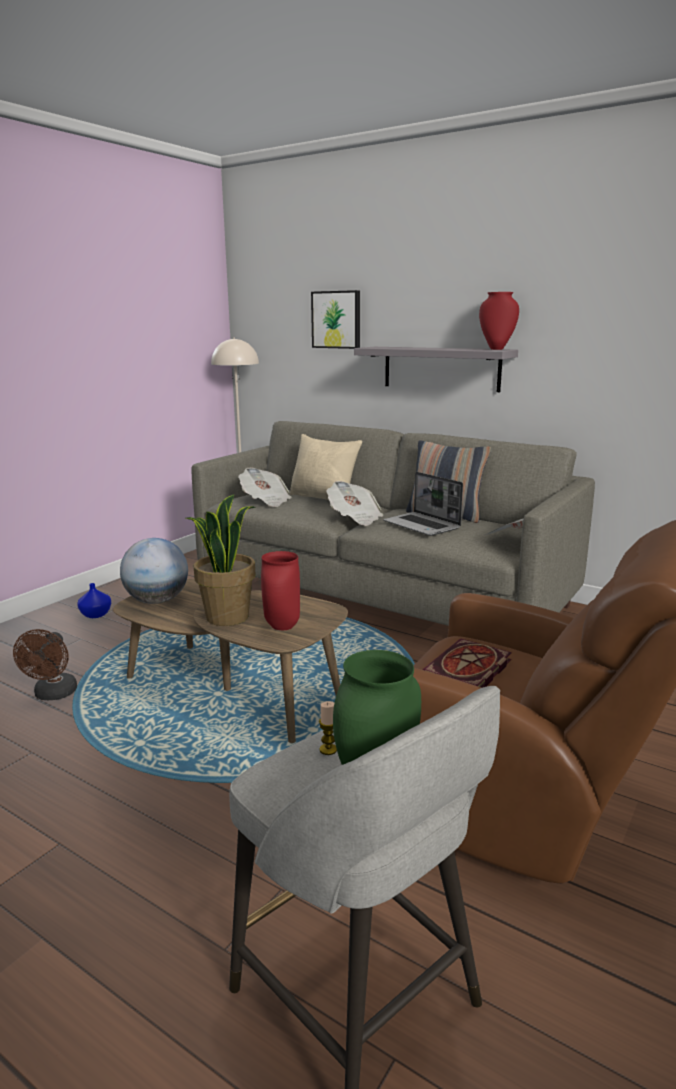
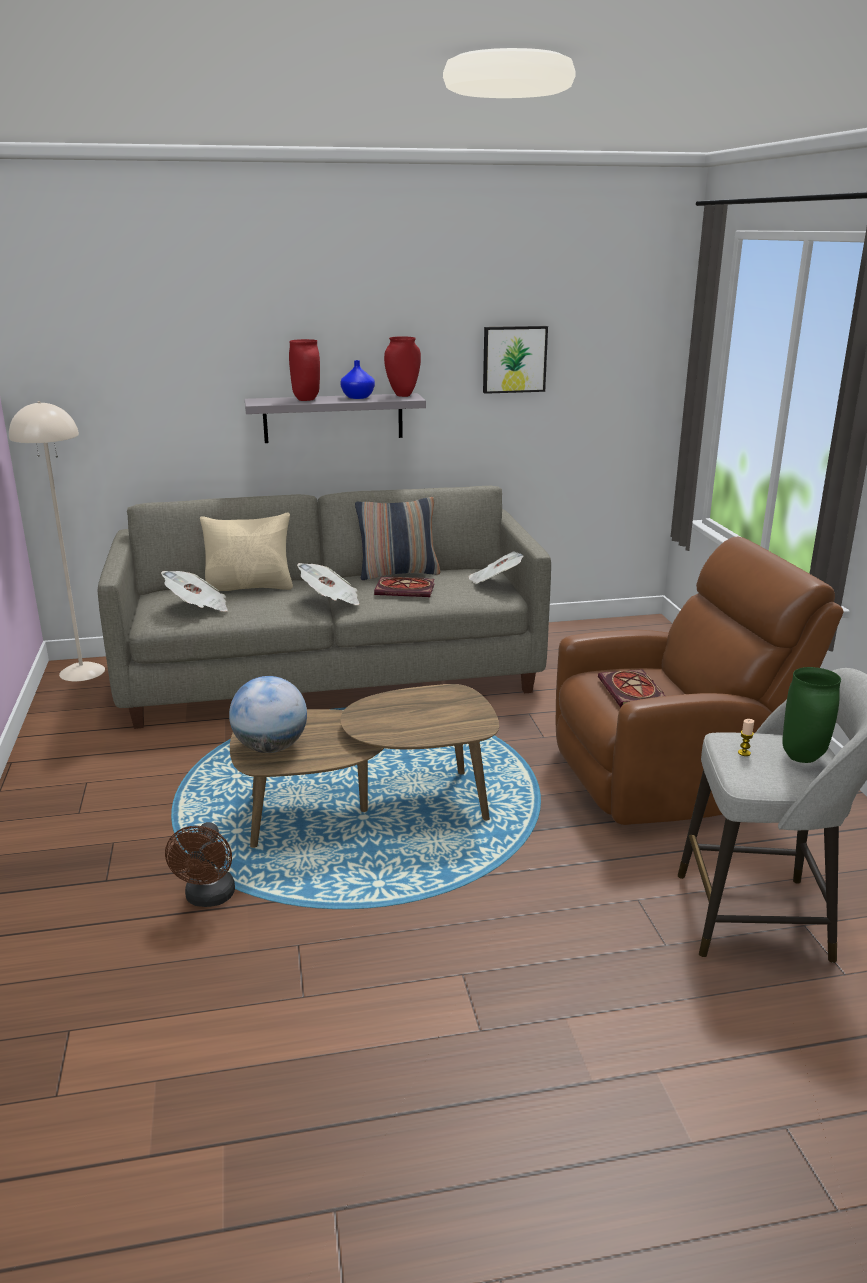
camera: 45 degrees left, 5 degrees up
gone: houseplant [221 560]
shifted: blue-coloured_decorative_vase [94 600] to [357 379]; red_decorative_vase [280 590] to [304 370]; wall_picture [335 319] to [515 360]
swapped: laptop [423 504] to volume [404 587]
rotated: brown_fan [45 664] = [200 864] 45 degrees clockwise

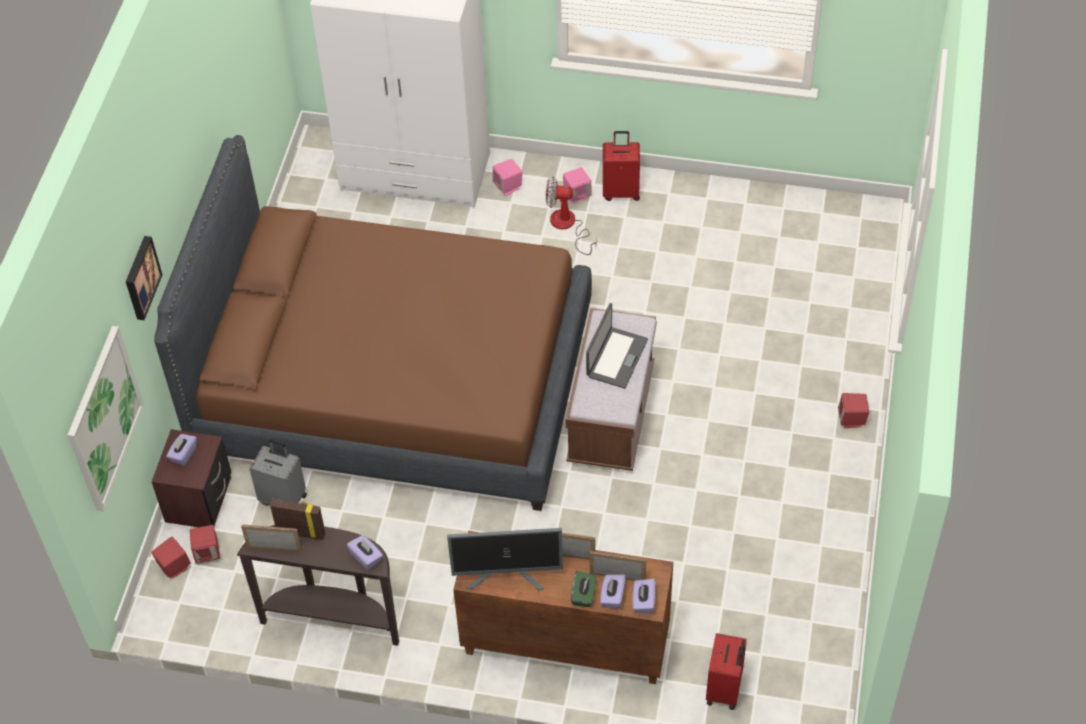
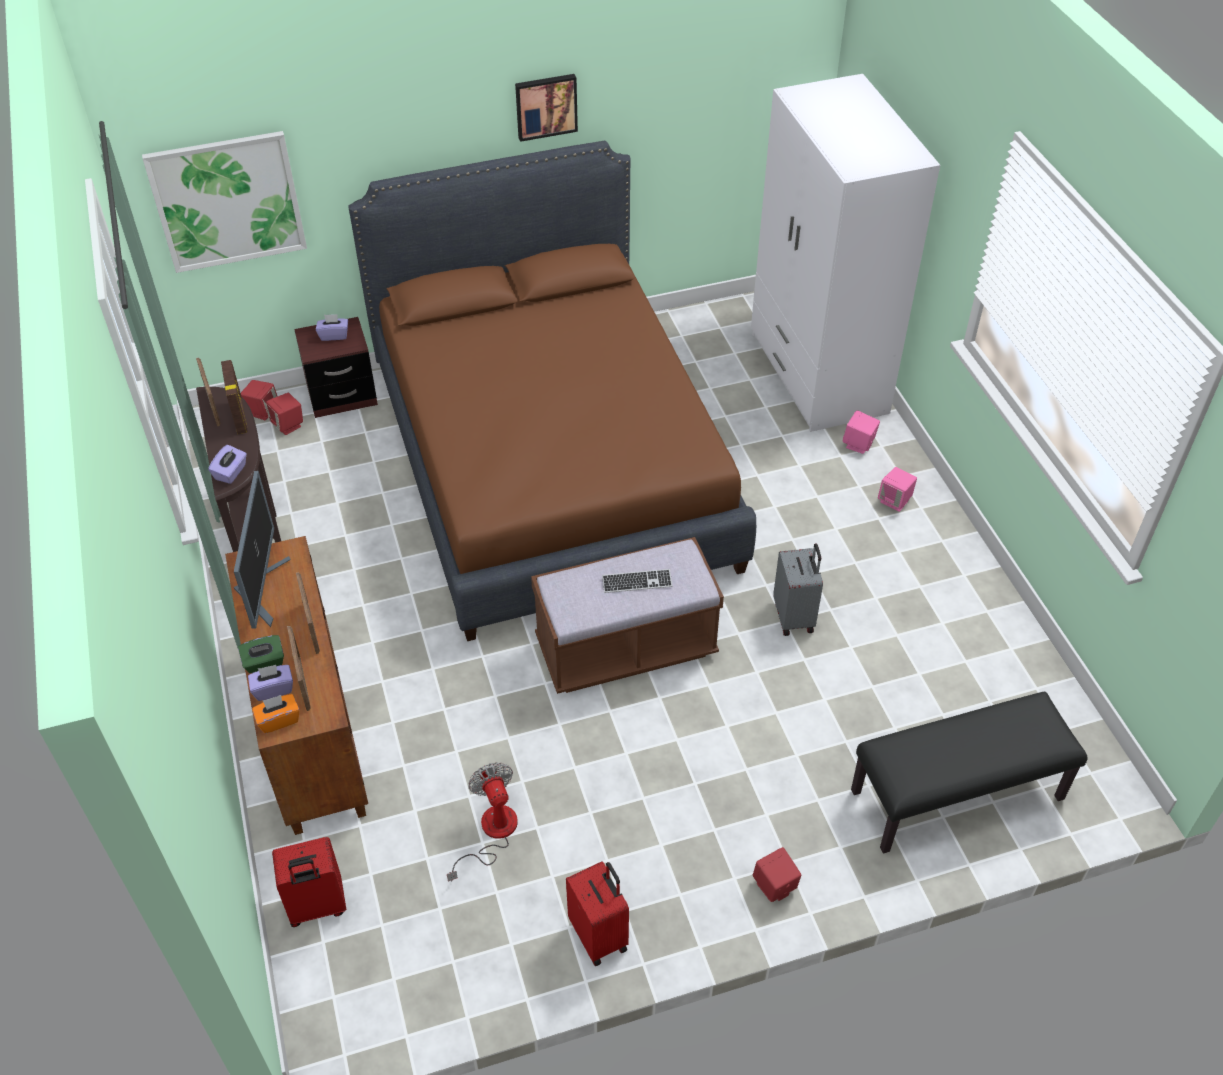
camera: 60 degrees right, 5 degrees down
new: black-coloured_bench [969 772]
shifted: wall_picture [144 278] to [546 108]; greyish_piece_of_luggage [278 472] to [798 589]; fan [571 216] to [482 822]; red_piece_of_luggage [621 166] to [597 913]
swapped: laptop [617 346] to keyboard [637 581]
repainted: purple-coloured_tissue_holder [644 596] to orange_tissue_holder [276 713]
rotated: monitor [505 559] = [262 550] 150 degrees counterclockwise

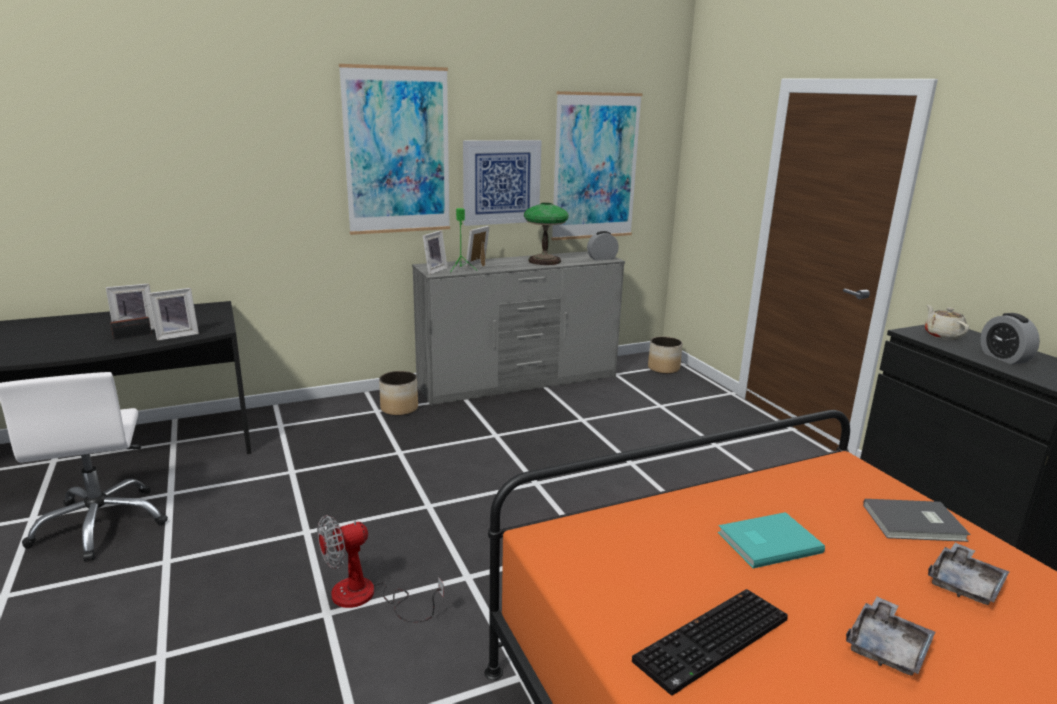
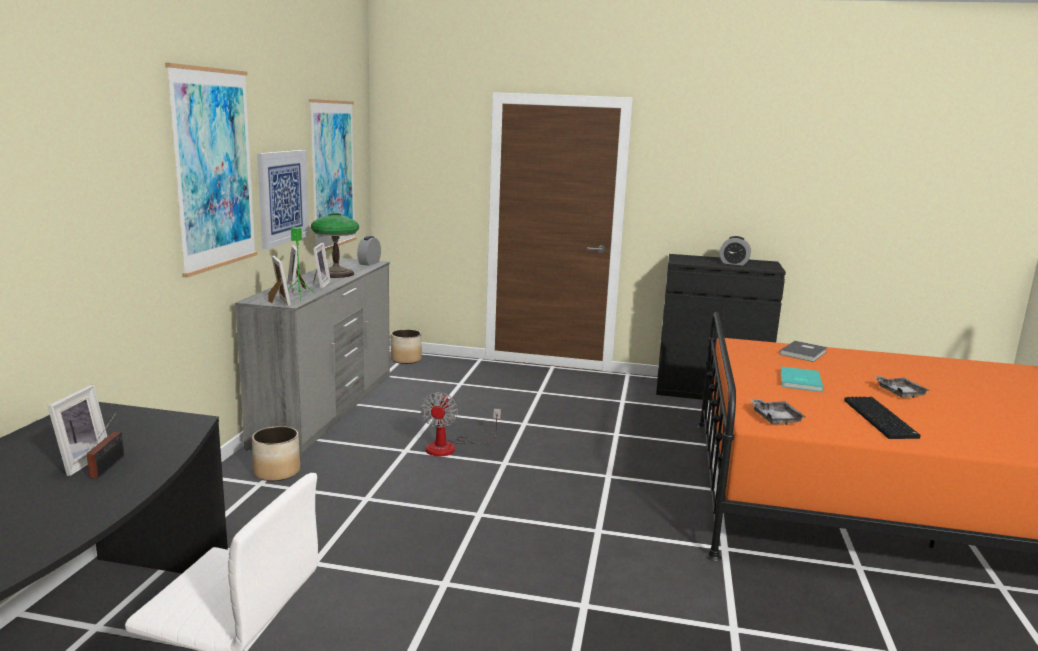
camera: 55 degrees left, 5 degrees down
gone: beige-coloured_pot_for_tea [947 322]
shifted: picture_frame [173 314] to [322 266]; fan [380 568] to [460 424]; greyish_tray [968 573] to [777 412]

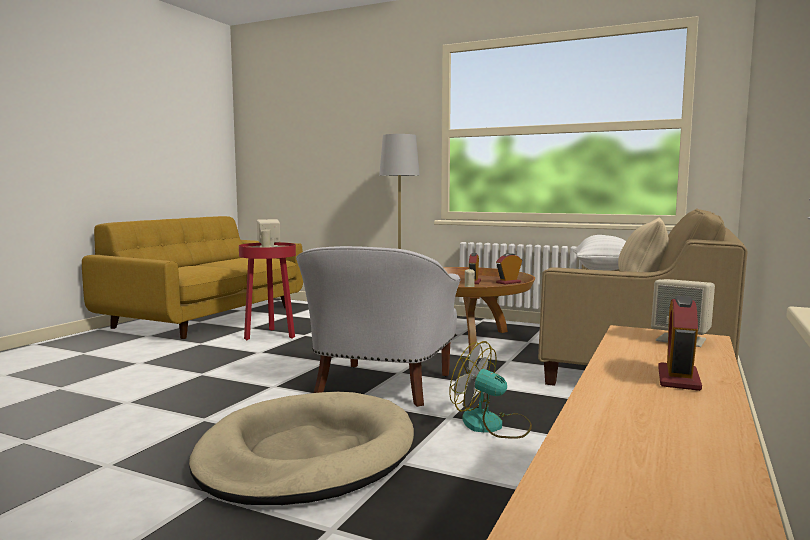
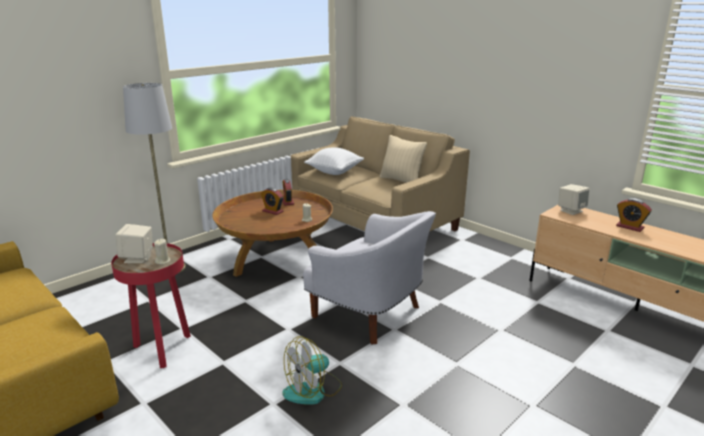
camera: 70 degrees left, 15 degrees up
gone: beige-coloured_dog_cushion [301 448]
shifted: fan [490 390] to [312 370]

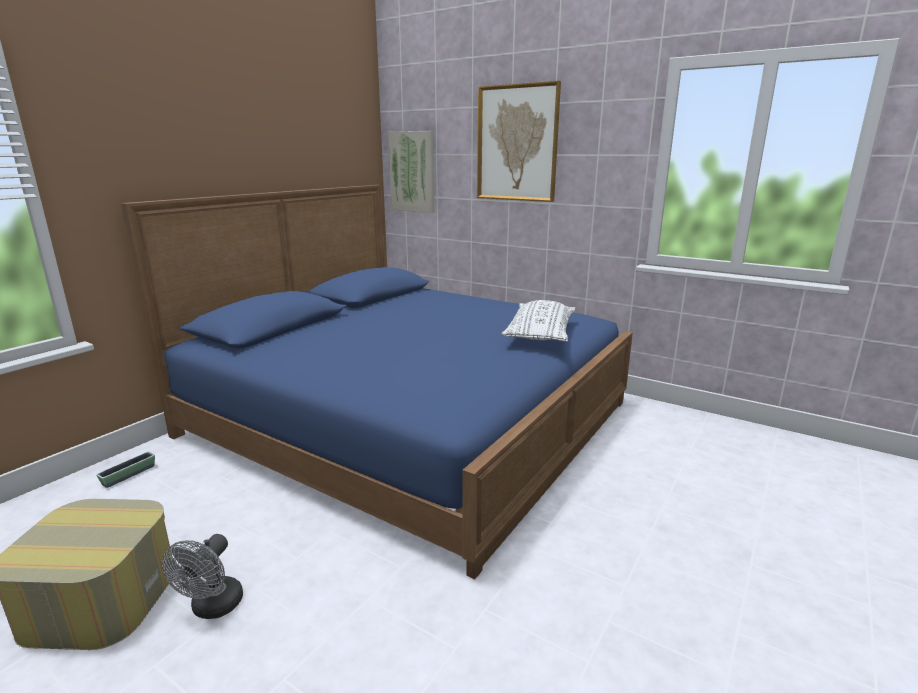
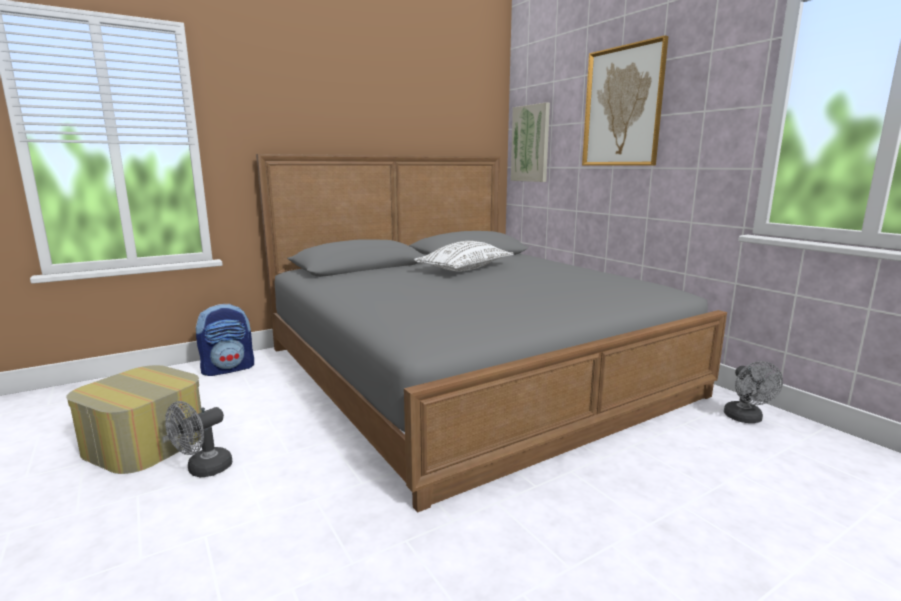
camera: 25 degrees right, 5 degrees down
new: greyish_fan [753 392]
shifted: whitish_throw_pillow [538 321] to [464 256]
swapped: plant_pot [125 470] to backpack [224 340]
repainted: blue-coloured_bedroom_bed [377 382] to greyish_bedroom_bed [491 333]

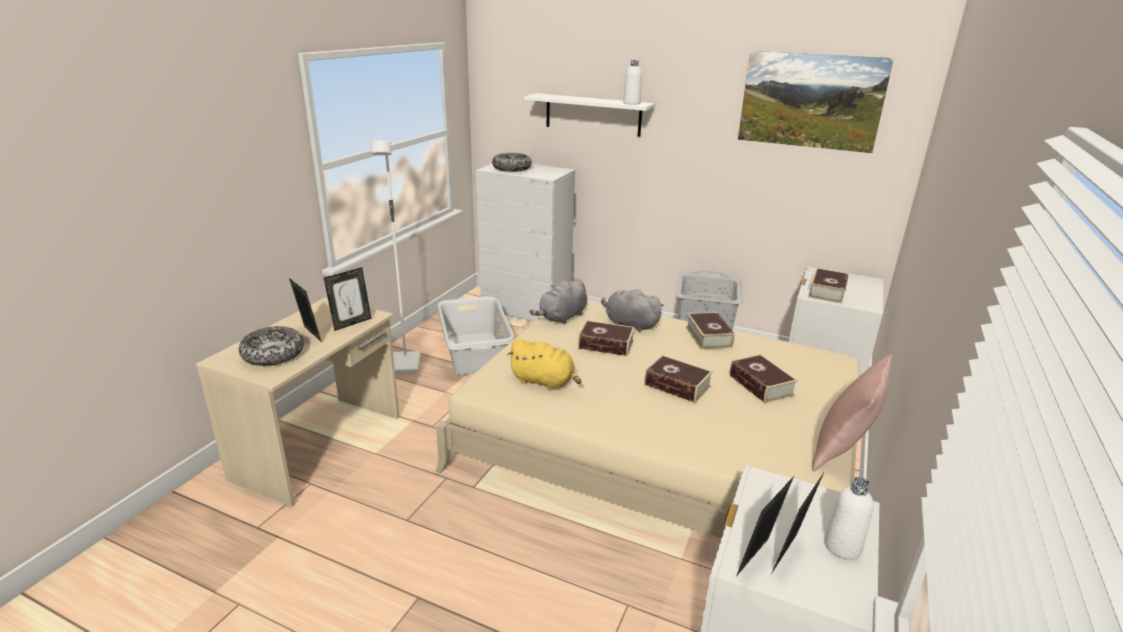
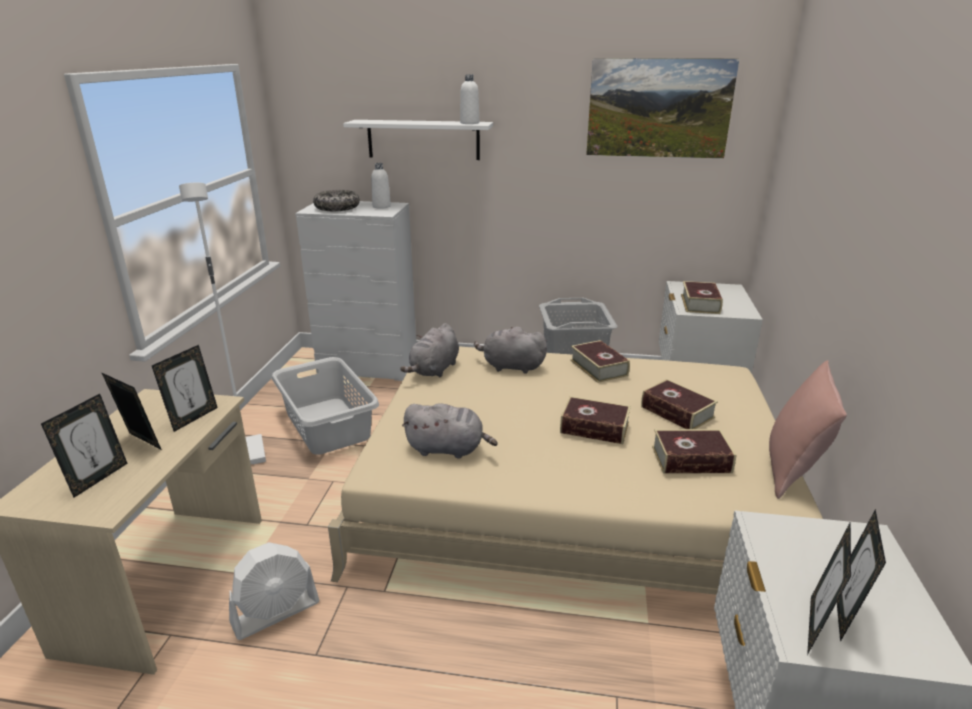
camera: 15 degrees left, 0 degrees up
new: whitish_fan [274 591]
shifted: volume [606 338] to [694 451]; whitish_drink_bottle [849 518] to [381 186]
swapped: deep_dish [271 346] to picture_frame [84 446]
repainted: yellow_plush_toy [544 364] to greyish_plush_toy [450 431]

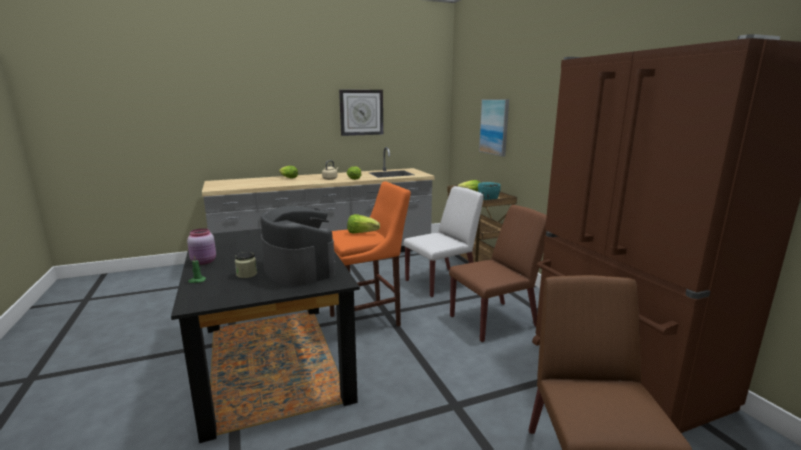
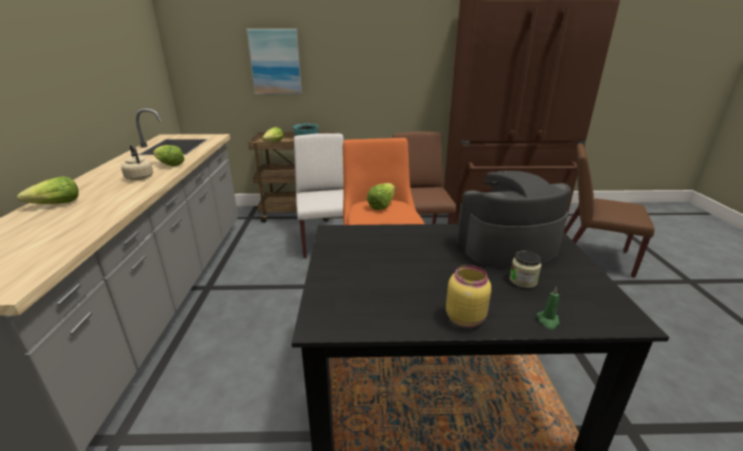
camera: 70 degrees left, 10 degrees up
gone: clock_on_the_wall [361 113]
repainted: pinkish_jar [201 246] to yellow_jar [468 296]

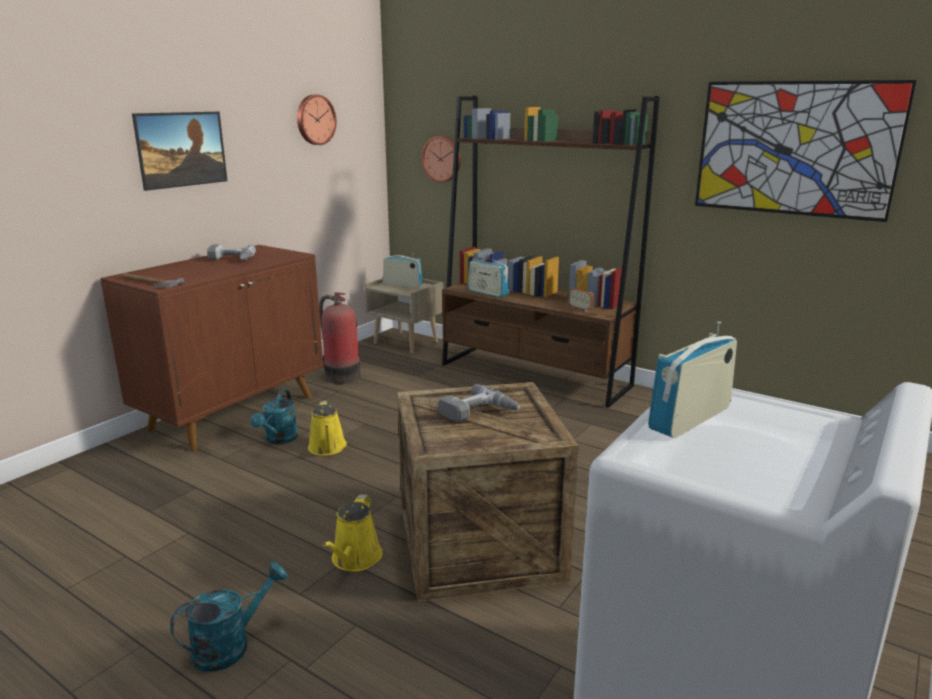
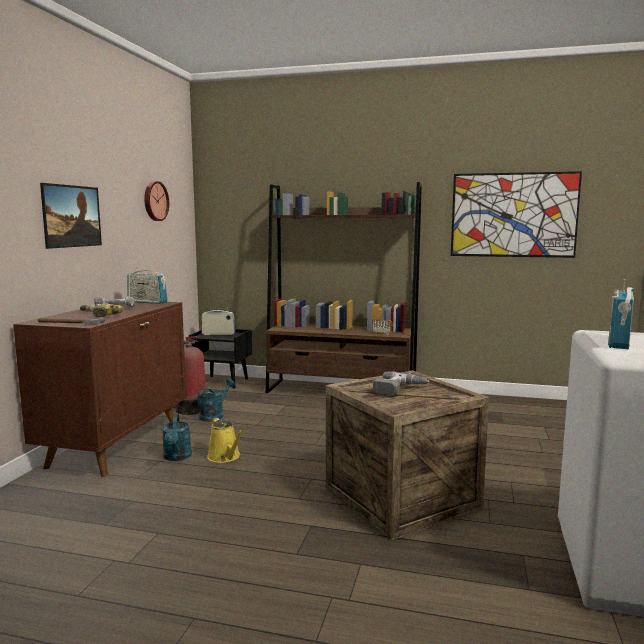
camera: 20 degrees left, 10 degrees down
gone: yellow_watering_pot [353 533]; clock_on_the_wall [441 159]
new: drill [102 310]
shifted: blue-green_watering_pot [229 617] to [216 400]; radio_receiver [488 276] to [147 285]
repainted: beige-coloured_night_table [404 316] to black-coloured_night_table [220 358]

